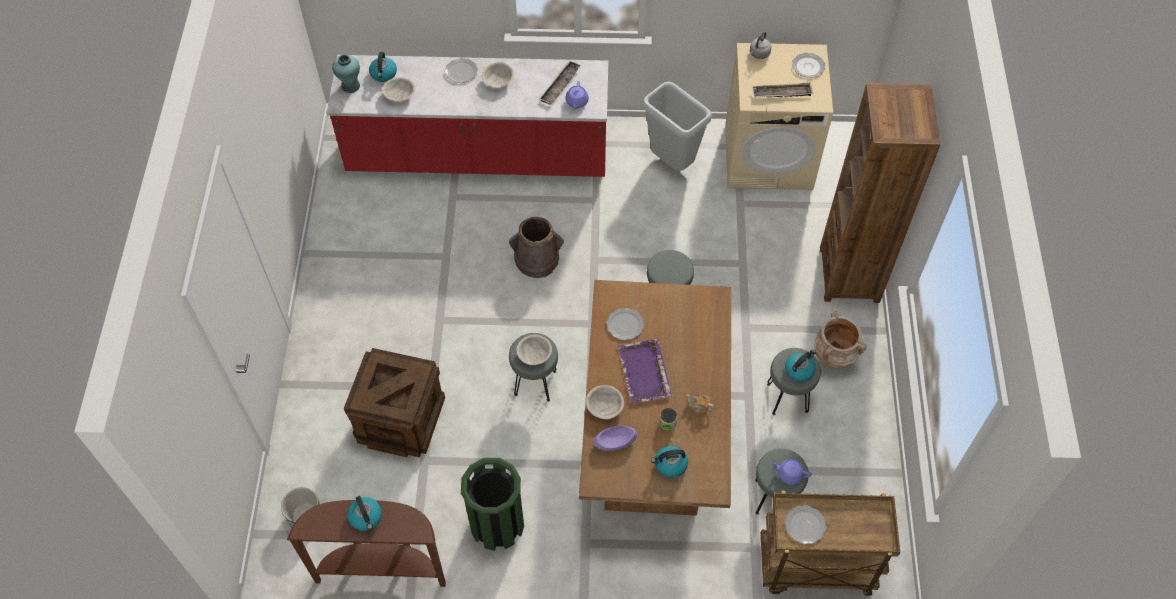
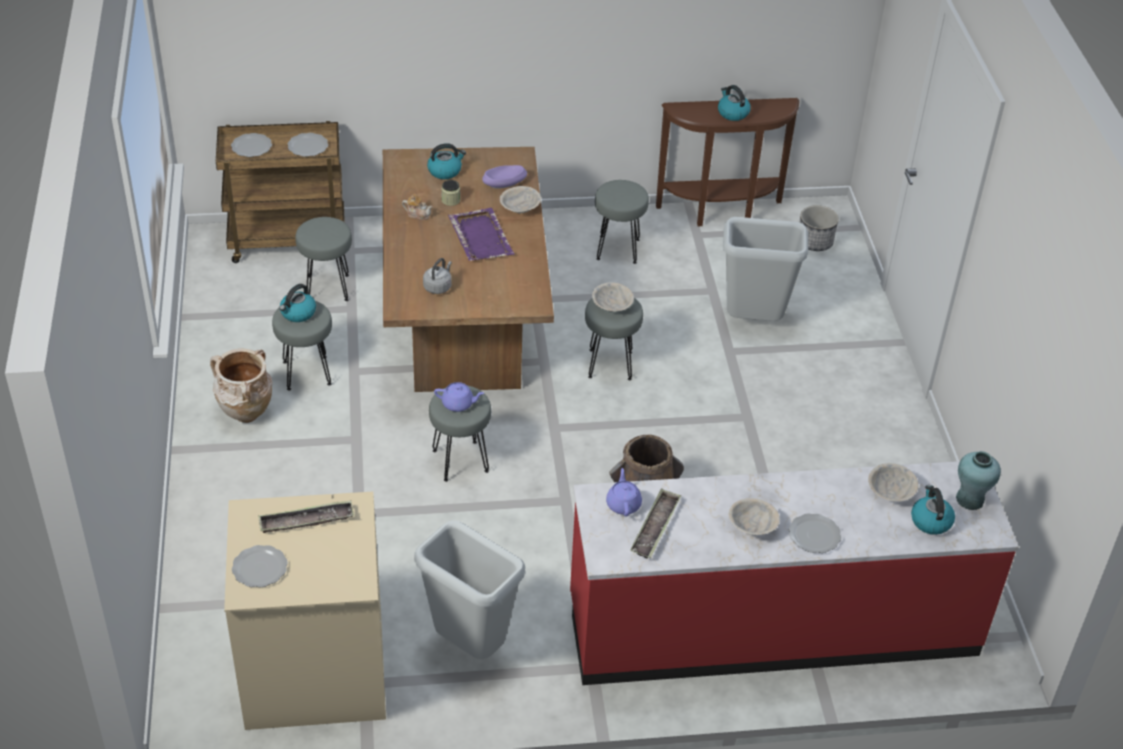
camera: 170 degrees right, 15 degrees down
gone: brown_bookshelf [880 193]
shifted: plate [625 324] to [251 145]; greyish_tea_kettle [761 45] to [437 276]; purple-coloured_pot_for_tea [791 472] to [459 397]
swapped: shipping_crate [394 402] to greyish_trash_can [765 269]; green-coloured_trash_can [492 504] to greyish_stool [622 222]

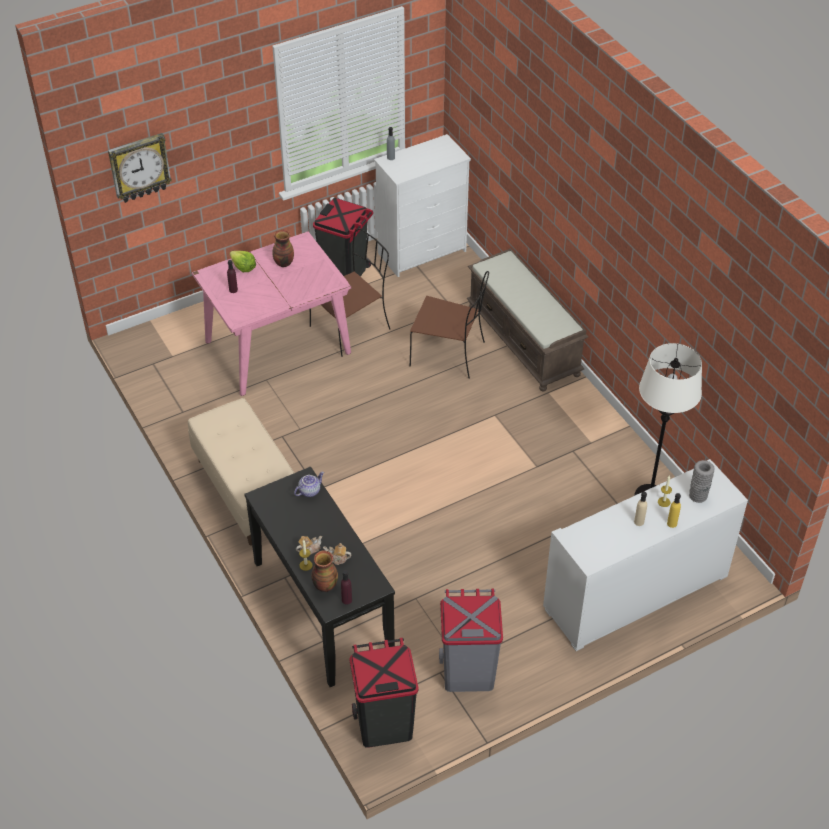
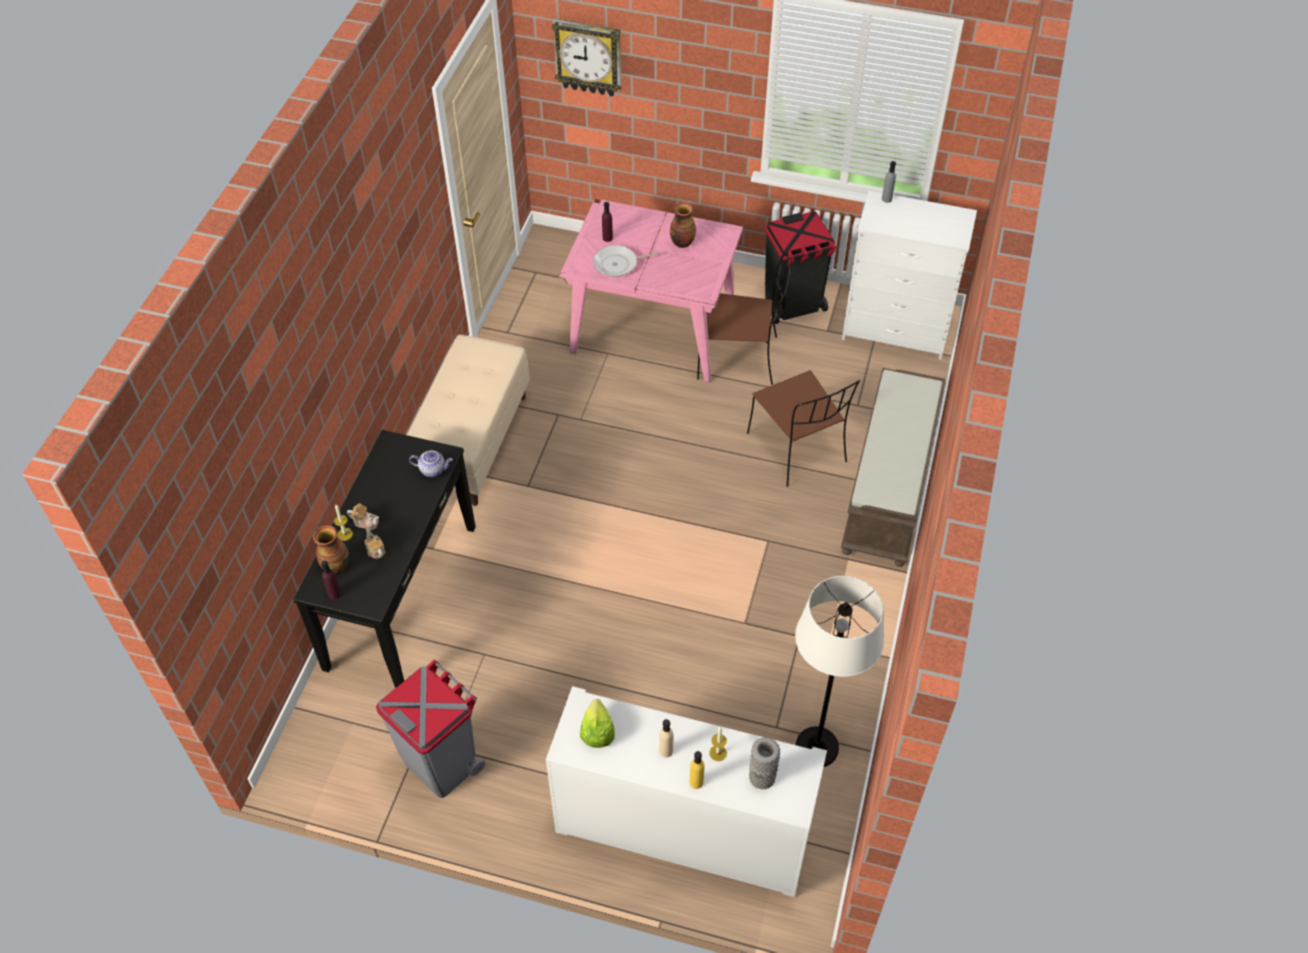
camera: 45 degrees right, 5 degrees up
gone: black-coloured_trash_can [384 693]
new: frying_pan [626 261]
shifted: lettuce [243 261] to [597 723]

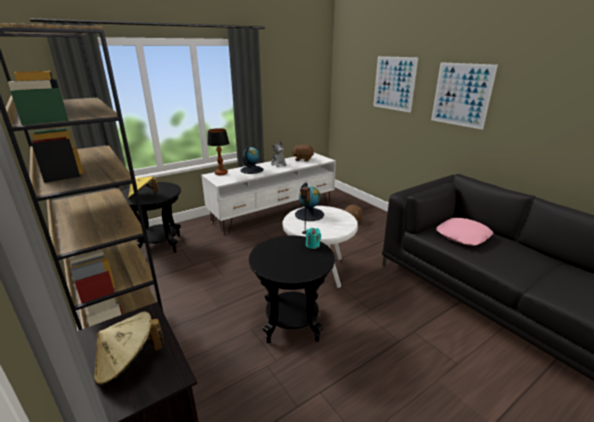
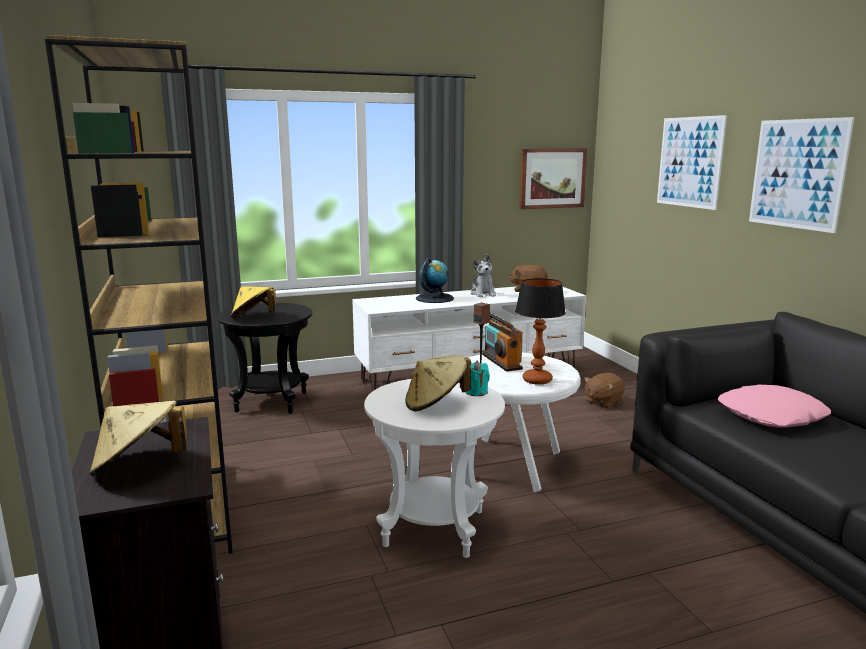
camera: 15 degrees right, 10 degrees down
new: beige-coloured_wearable_hat [438 383]; wall_picture [553 178]
shifted: table_lamp [218 151] to [540 331]
swapped: globe [309 202] to radio_receiver [502 342]
repainted: black-coloured_accent_table [292 289] to whitish_accent_table [434 468]

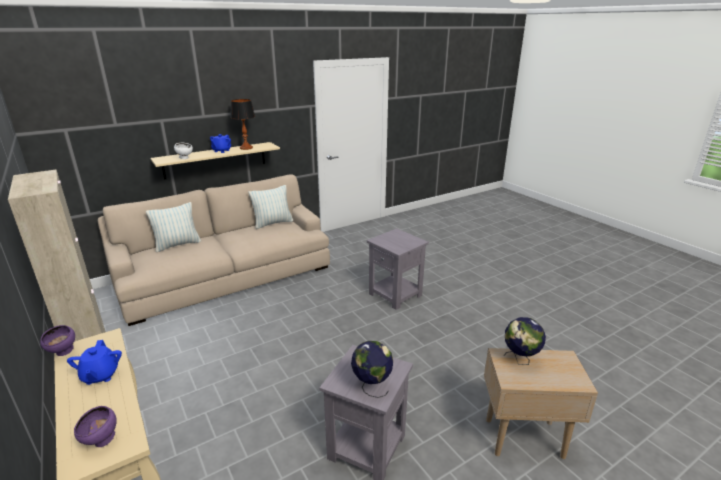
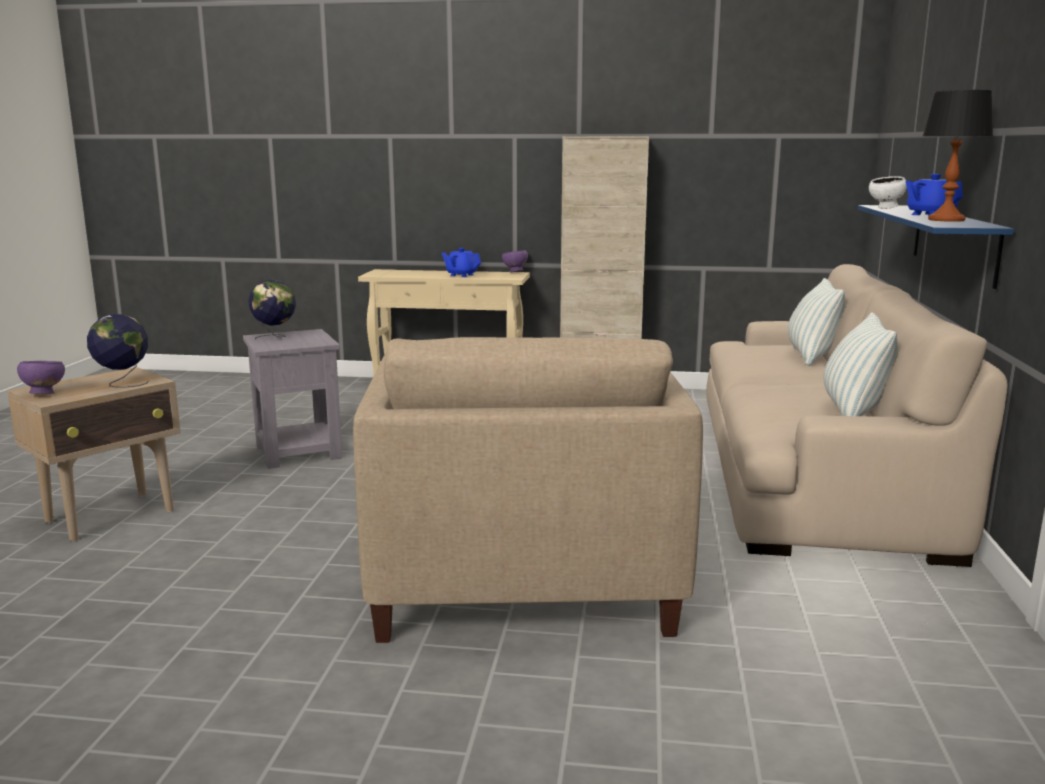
camera: 130 degrees right, 10 degrees down
shifted: purple-coloured_deep_dish [95 426] to [41 377]
swapped: greyish_accent_table [398 269] to beige-coloured_lounge_chair [528 490]
repainted: beige-coloured_bracket_shelf [215 161] to blue-coloured_bracket_shelf [936 247]

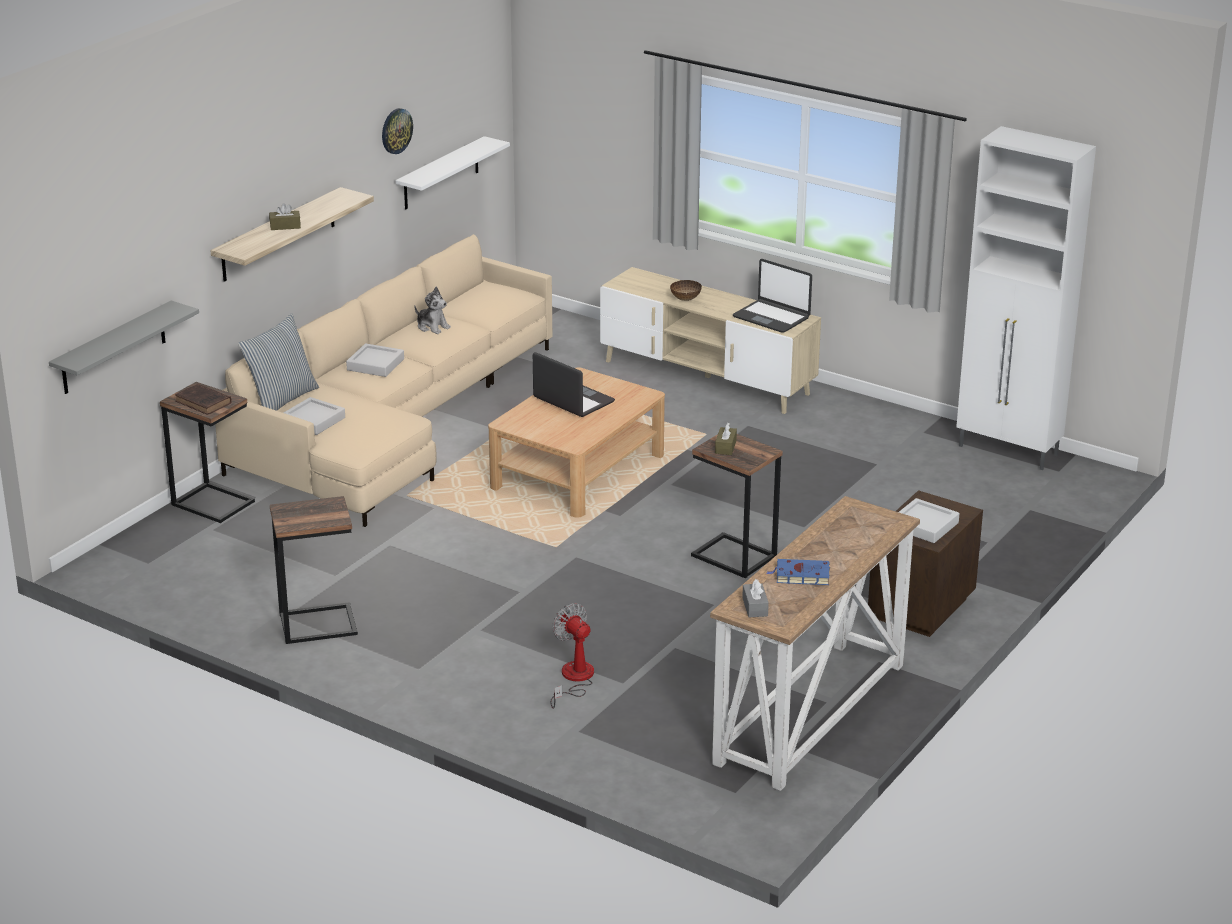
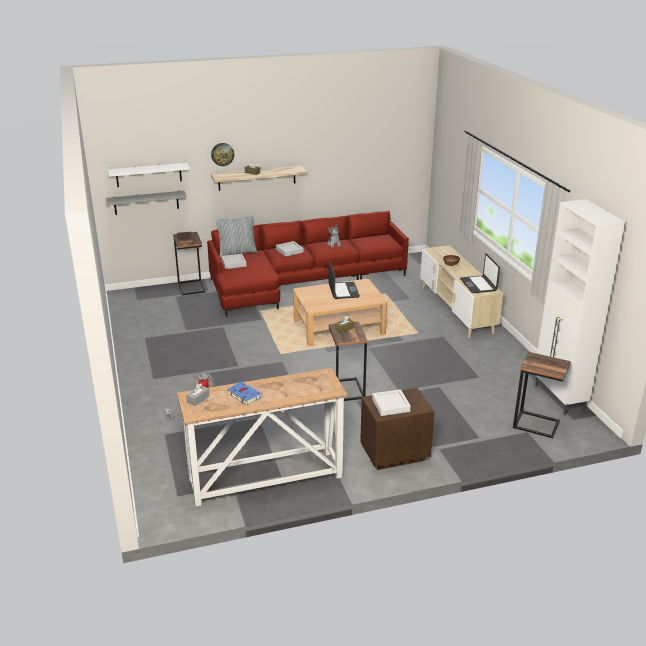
camera: 40 degrees right, 0 degrees up
shifted: accent_table [314 570] to [542 395]; clock_on_the_wall [397 131] to [222 154]; whitish_bracket_shelf [452 173] to [149 175]
repainted: beige-coloured_settee [383 380] to red_settee [308 264]

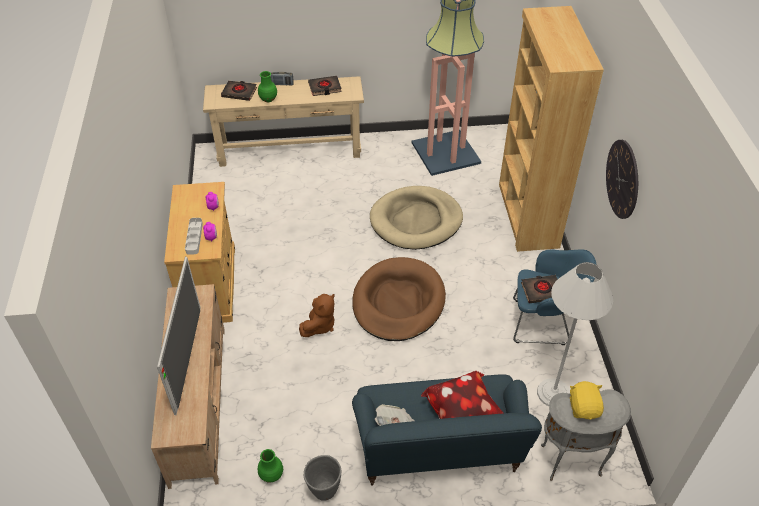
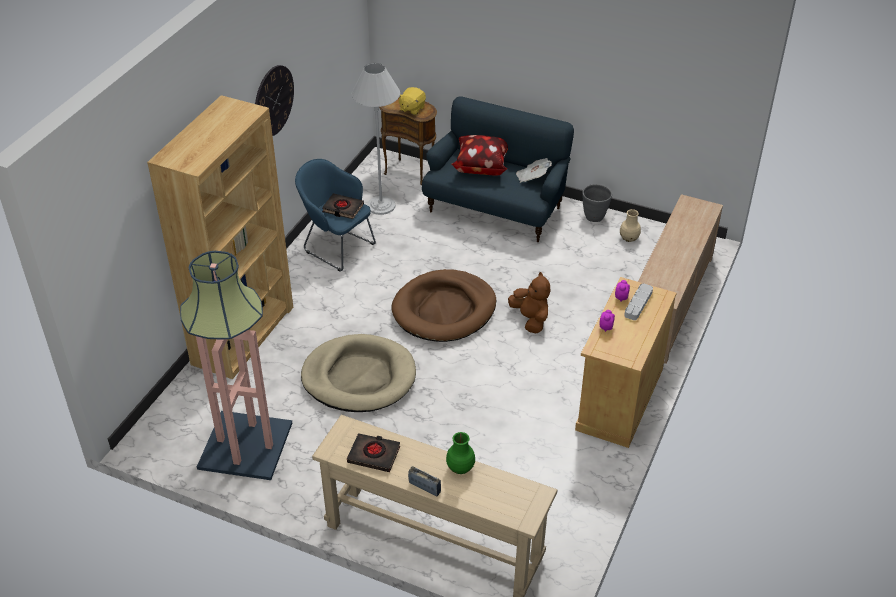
camera: 150 degrees left, 5 degrees down
gone: television [179 336]; black-coloured_volume [239 91]
repainted: green-coloured_decorative_vase [270 466] to beige-coloured_decorative_vase [630 225]; greyish_accent_table [586 435] to brown_accent_table [408 141]
rotated: brown_plush_toy [317 315] = [529 302] 90 degrees clockwise

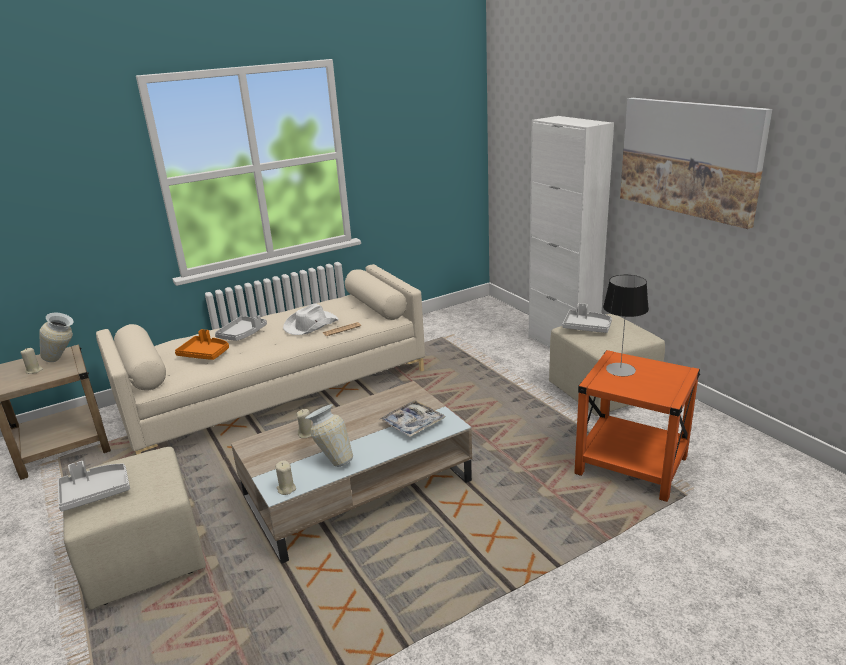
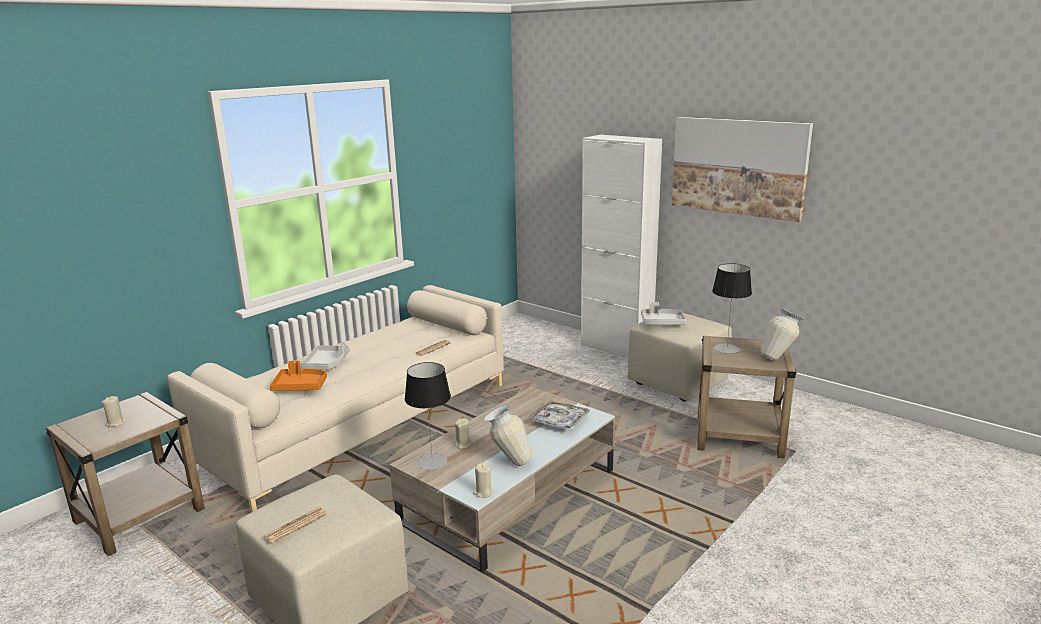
camera: 20 degrees left, 5 degrees down
gone: whitish_wearable_hat [310 319]
new: table_lamp [428 416]
shifted: decorative_vase [56 337] to [782 334]
swapped: greyish_tray [94 486] to daily_paper [295 525]
repainted: orange_accent_table [637 426] to beige-coloured_accent_table [746 397]

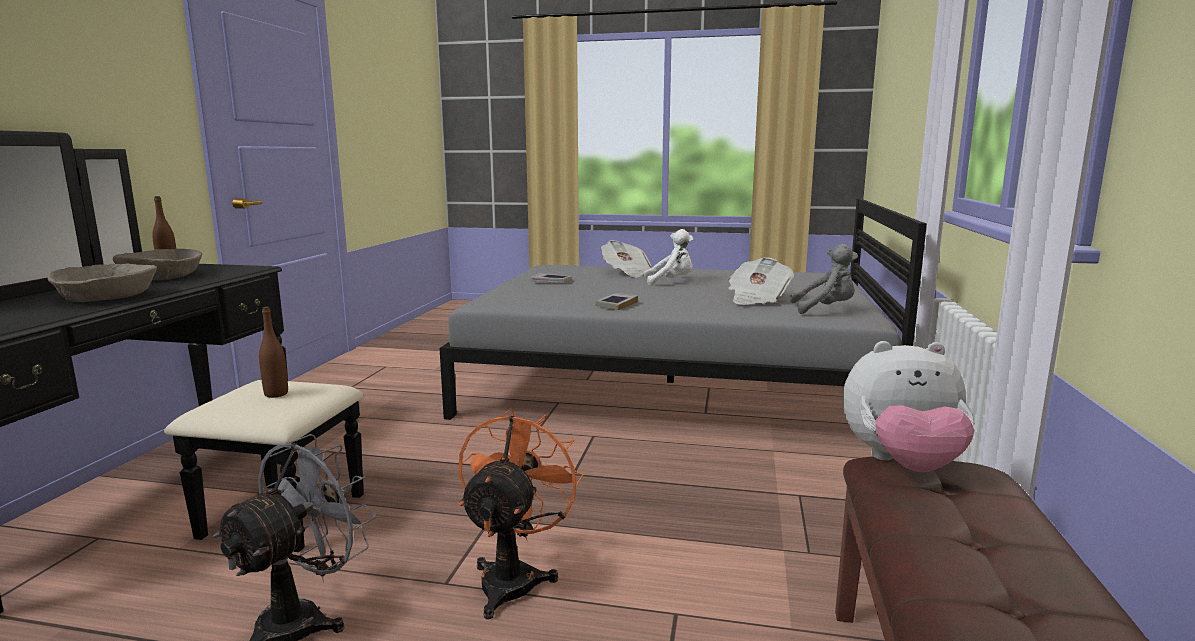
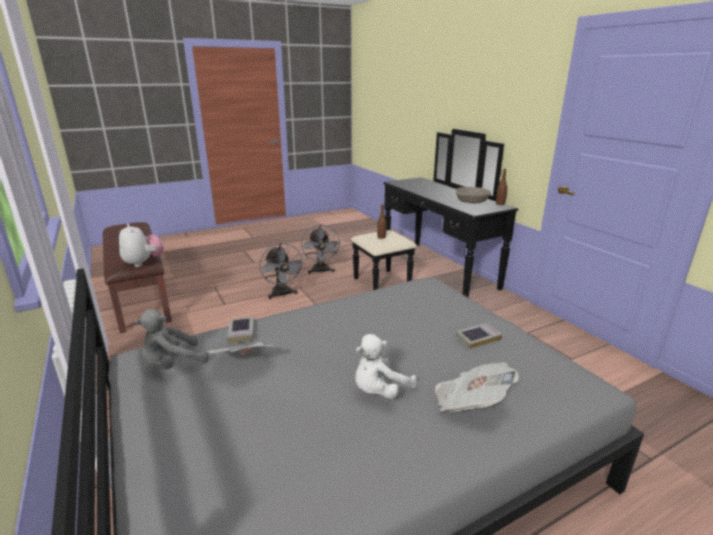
camera: 140 degrees right, 10 degrees up
gone: beige-coloured_deep_dish [102 282]
shifted: volume [616 302] to [240 330]
repainted: orange_fan [521 513] to greyish_fan [282 271]
rotated: plush_toy [909 406] = [141 245] 90 degrees clockwise

